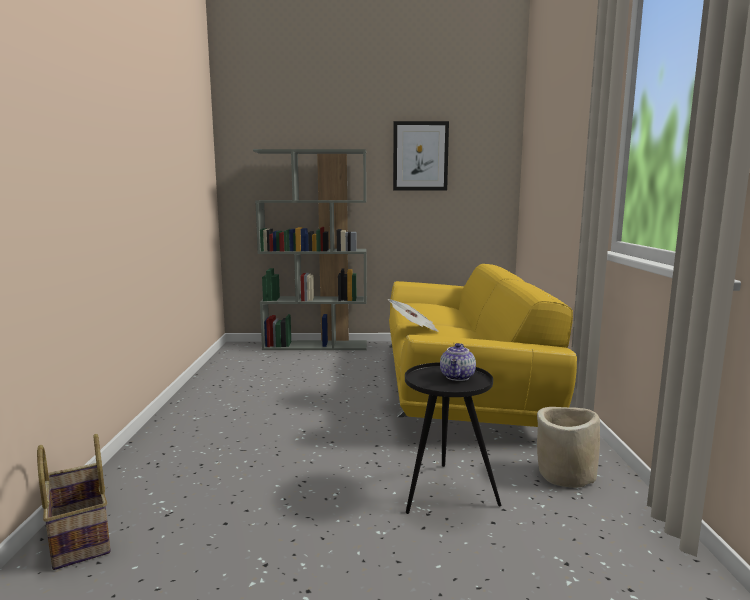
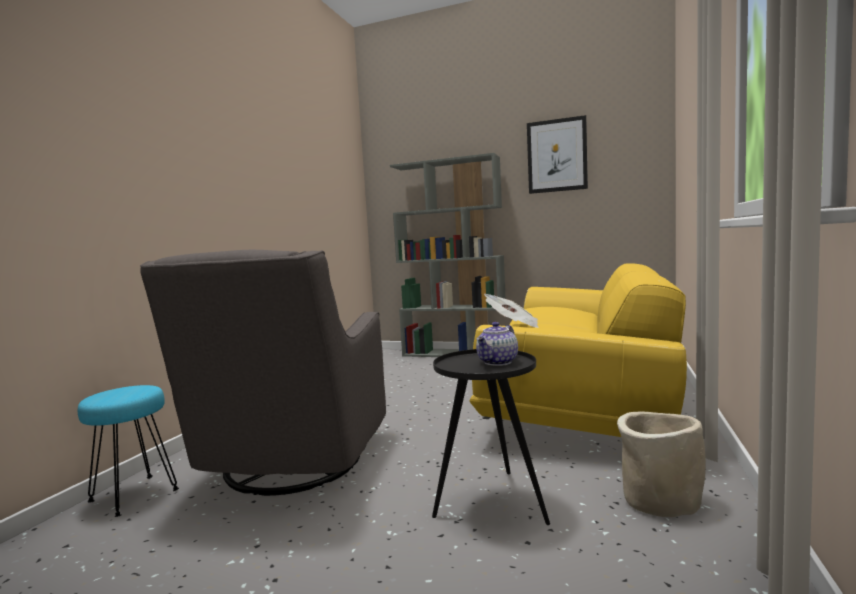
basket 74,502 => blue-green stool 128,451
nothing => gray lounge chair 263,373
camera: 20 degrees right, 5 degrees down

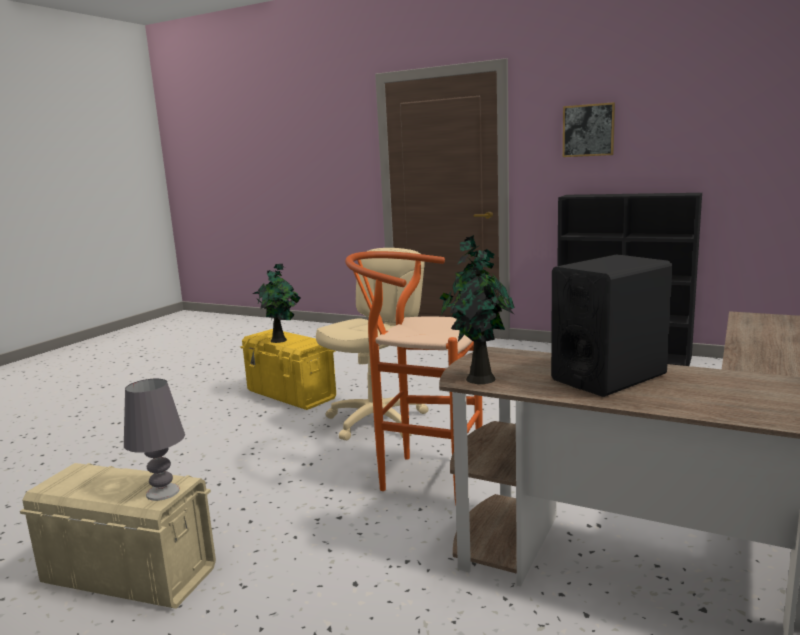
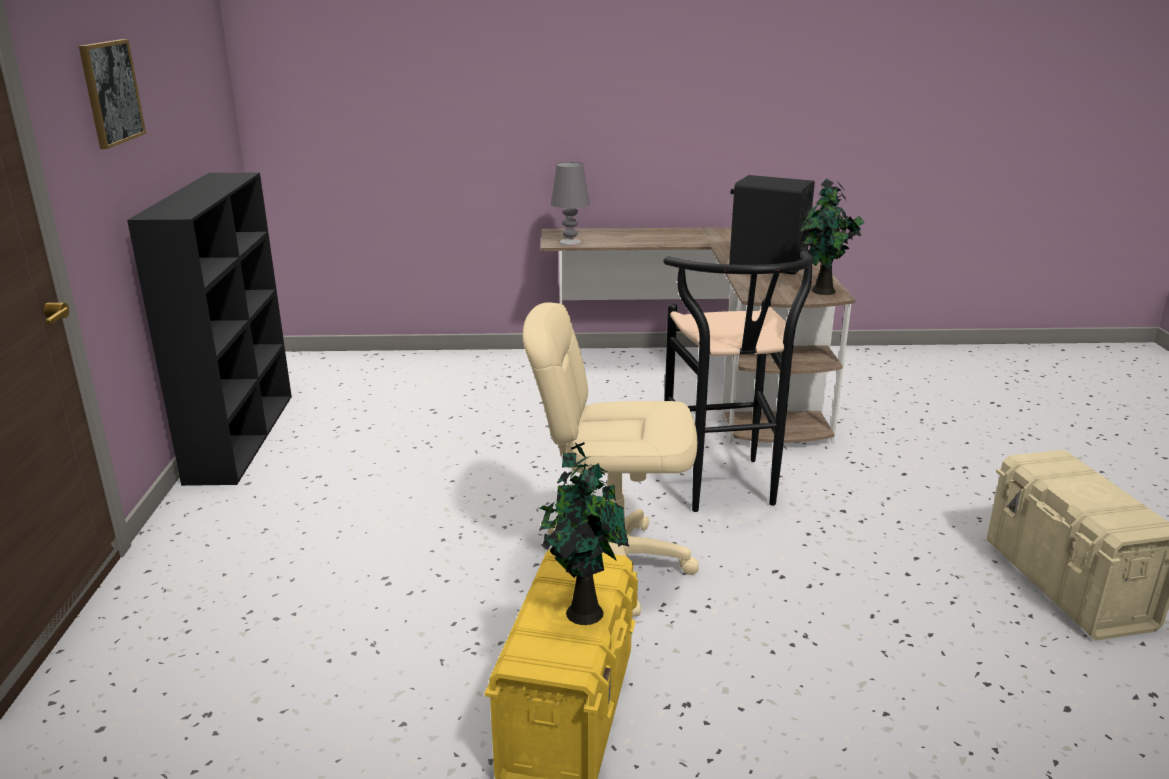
orange-coloured stool 413,378 => black stool 738,381
gray tabletop lamp 154,440 => gray tabletop lamp 570,203, move
camera: 120 degrees left, 10 degrees up

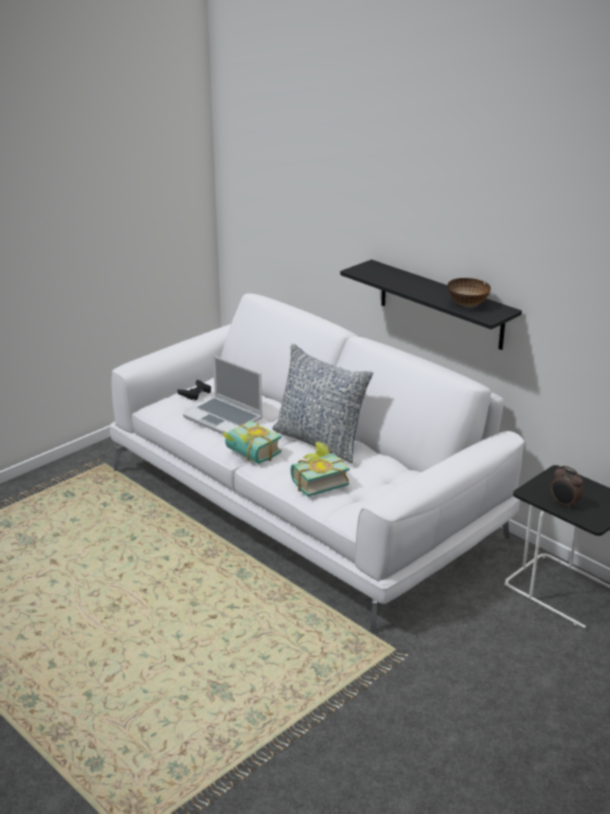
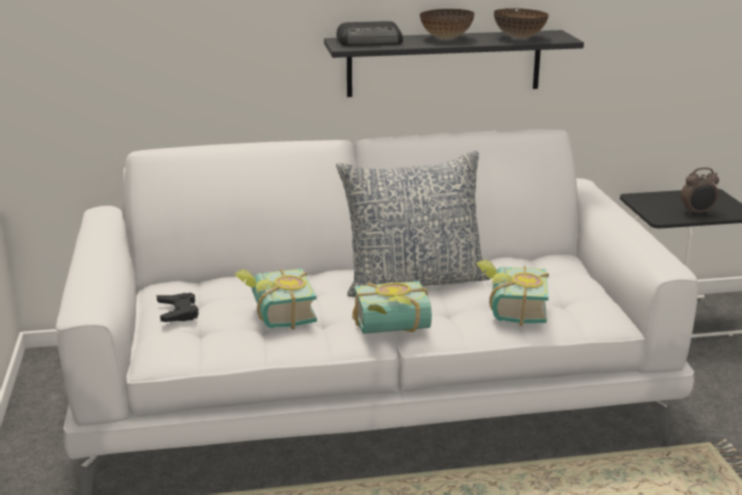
notebook computer 223,394 => bound book 276,299
nothing => deep dish 447,24
nothing => radio set 369,33
camera: 55 degrees left, 5 degrees down

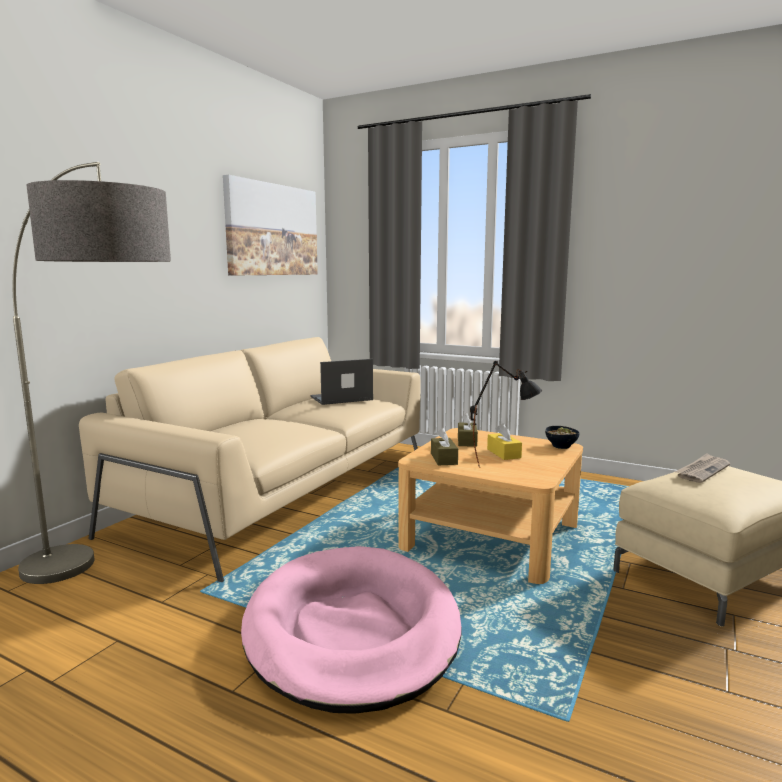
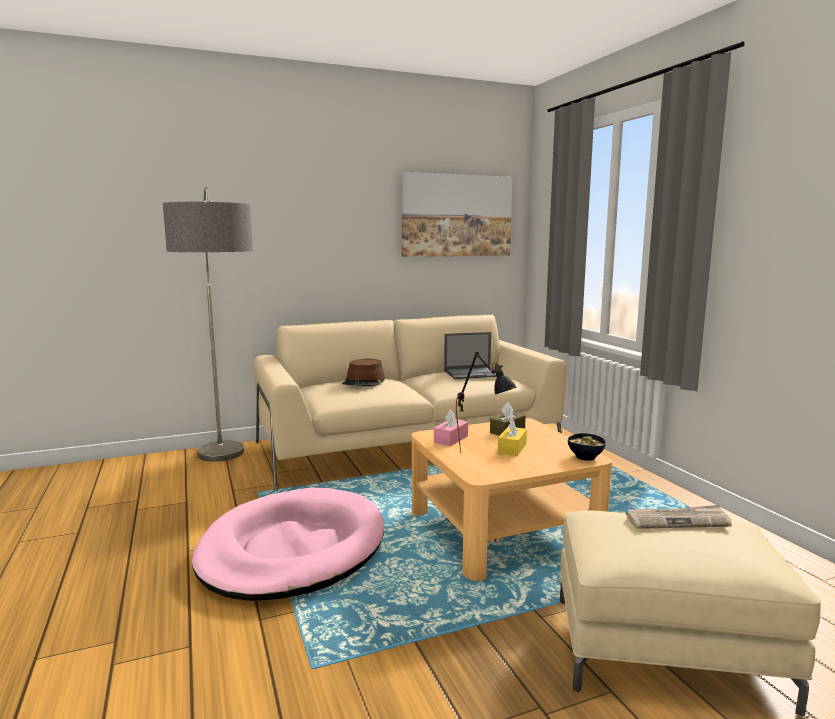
notebook computer 341,382 => notebook computer 470,355, 150 degrees clockwise
brown tissue holder 444,446 => pink tissue holder 451,427
nothing => brown wearable hat 363,372
camera: 40 degrees right, 0 degrees up

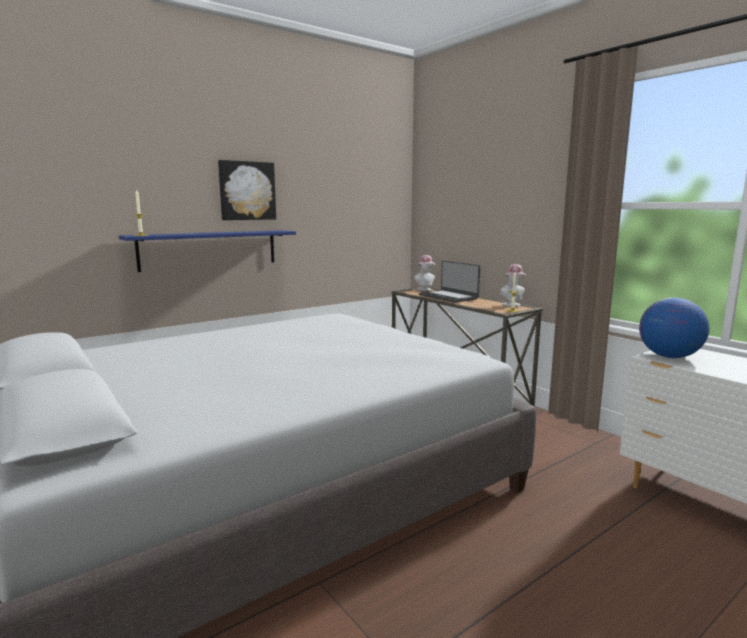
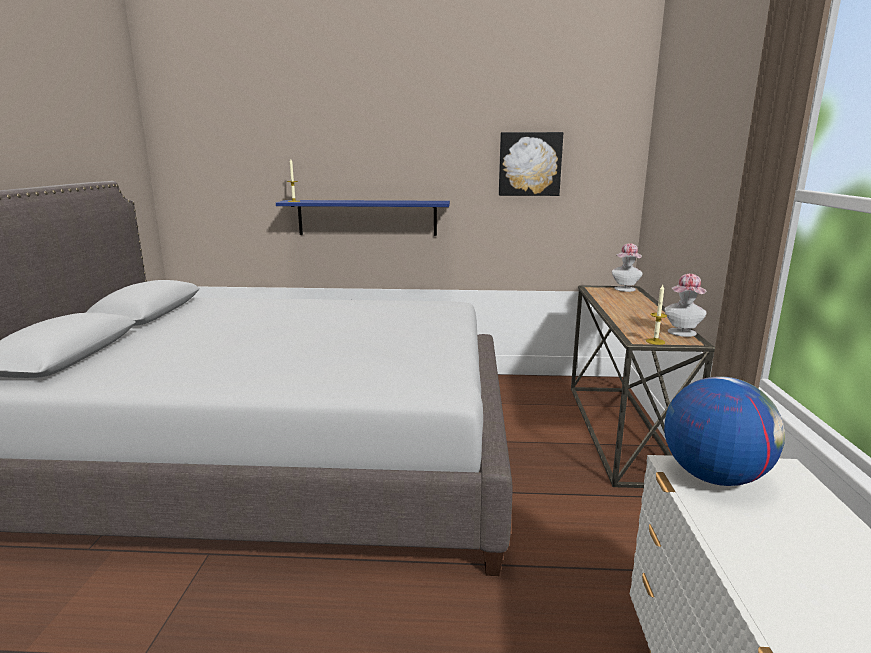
wall picture 247,190 => wall picture 531,164, move
notebook computer 449,282 => nothing
camera: 40 degrees right, 5 degrees up

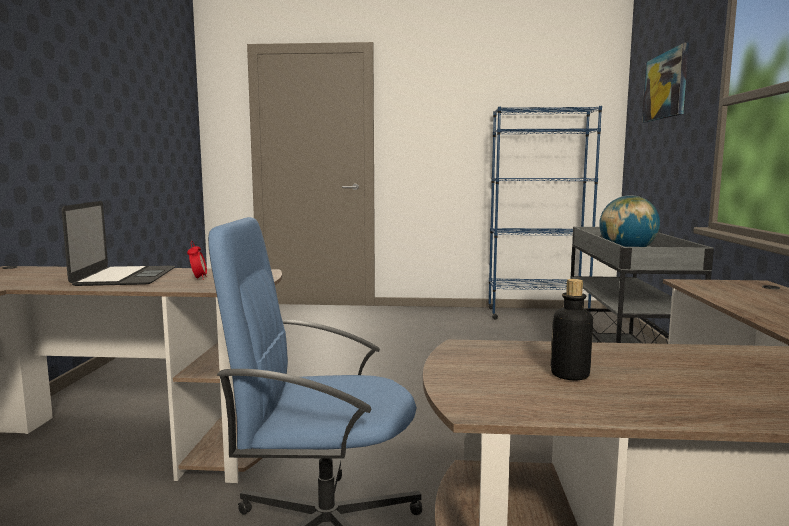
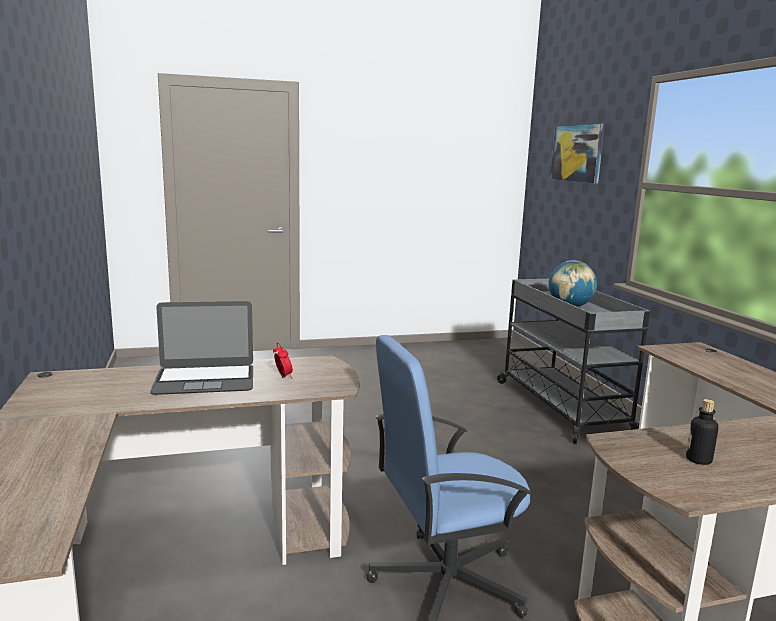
blue-coloured shelving unit 545,213 => nothing
notebook computer 119,243 => notebook computer 201,348, 105 degrees clockwise
camera: 20 degrees left, 5 degrees up

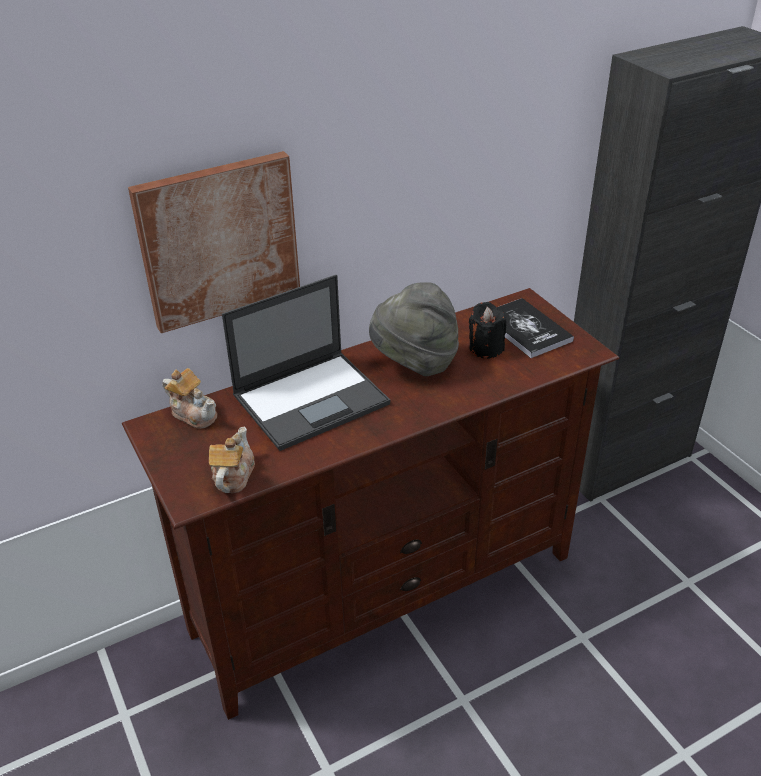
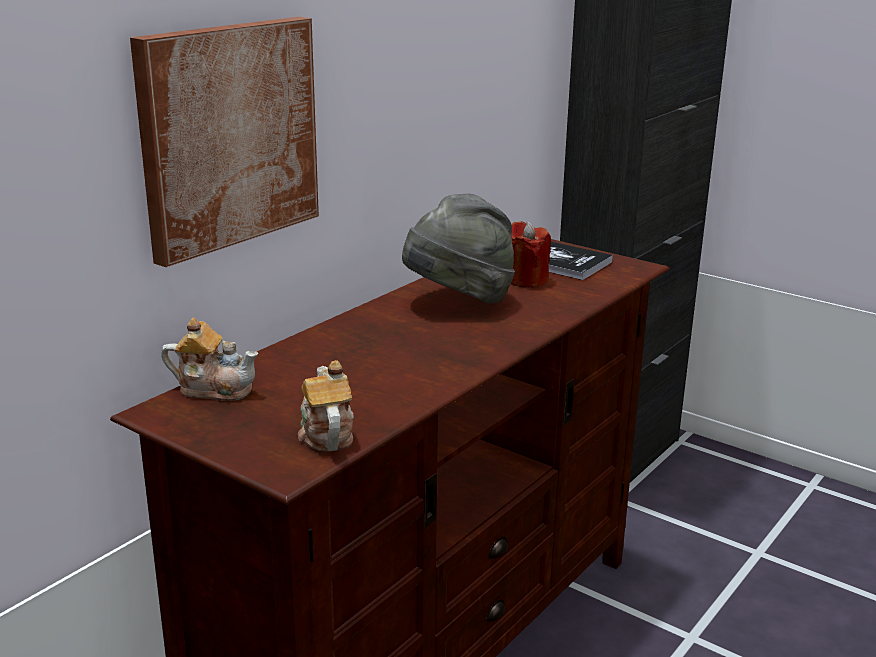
notebook computer 306,363 => nothing
black wax candle 487,330 => reddish wax candle 531,254
camera: 25 degrees left, 15 degrees down

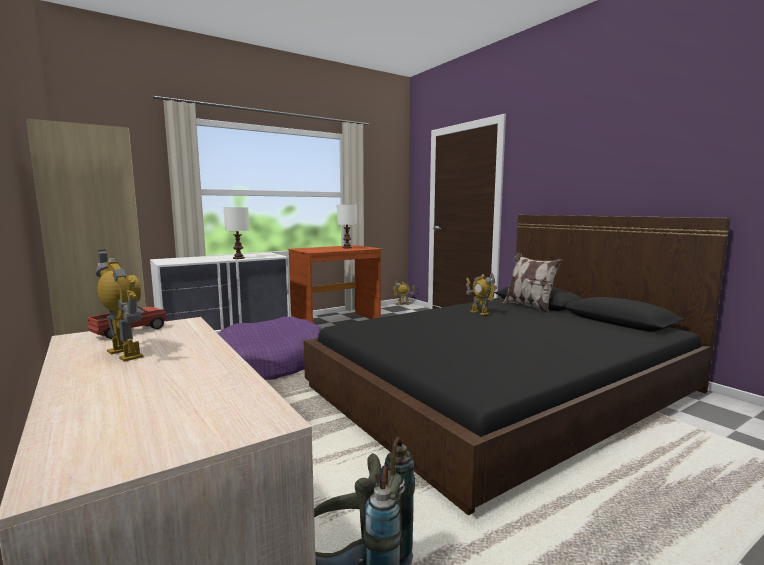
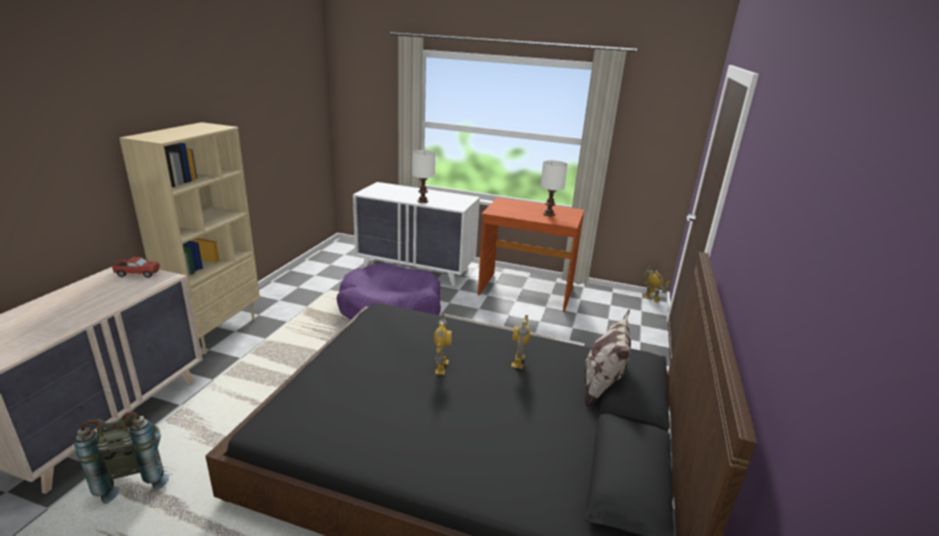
robot figure 120,305 => robot figure 443,343, move
camera: 50 degrees right, 15 degrees up

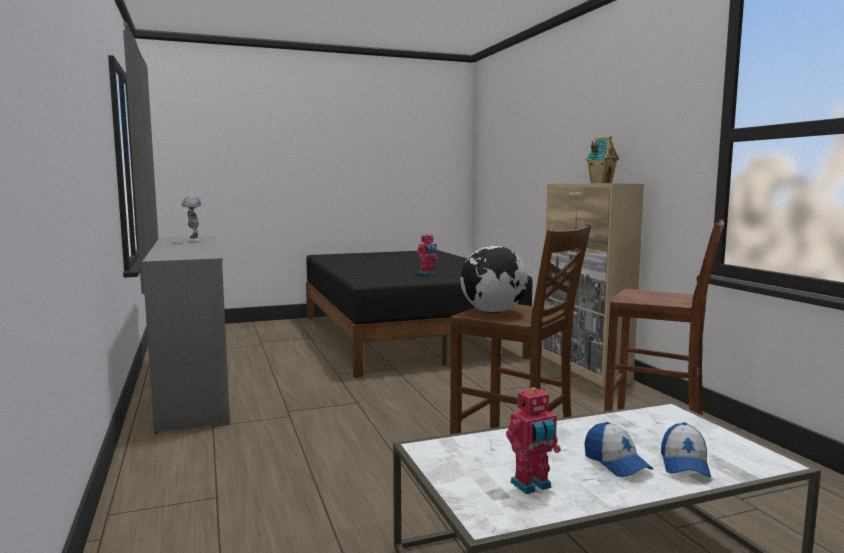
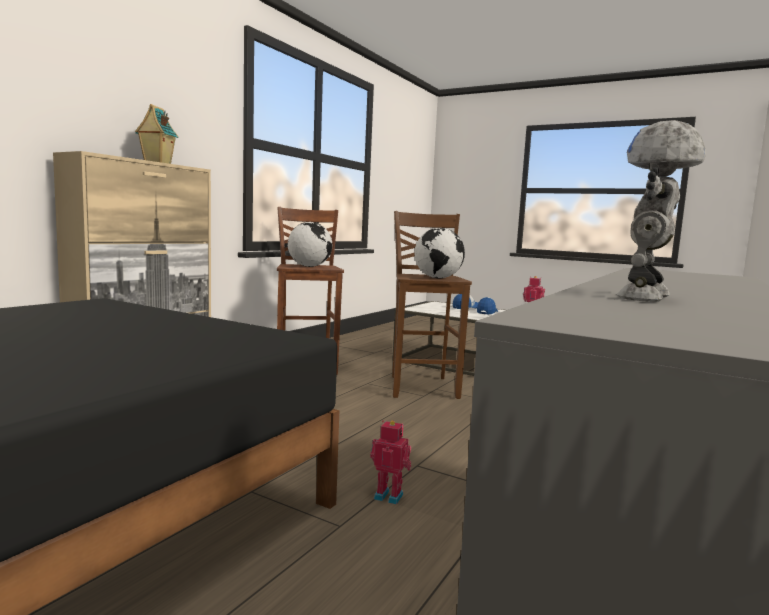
robot figure 427,254 => robot figure 390,462, move
nothing => globe 310,244
camera: 130 degrees left, 0 degrees up

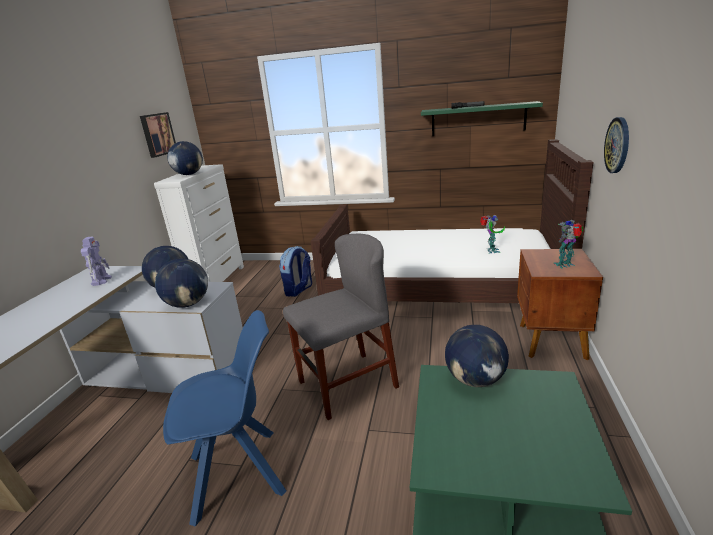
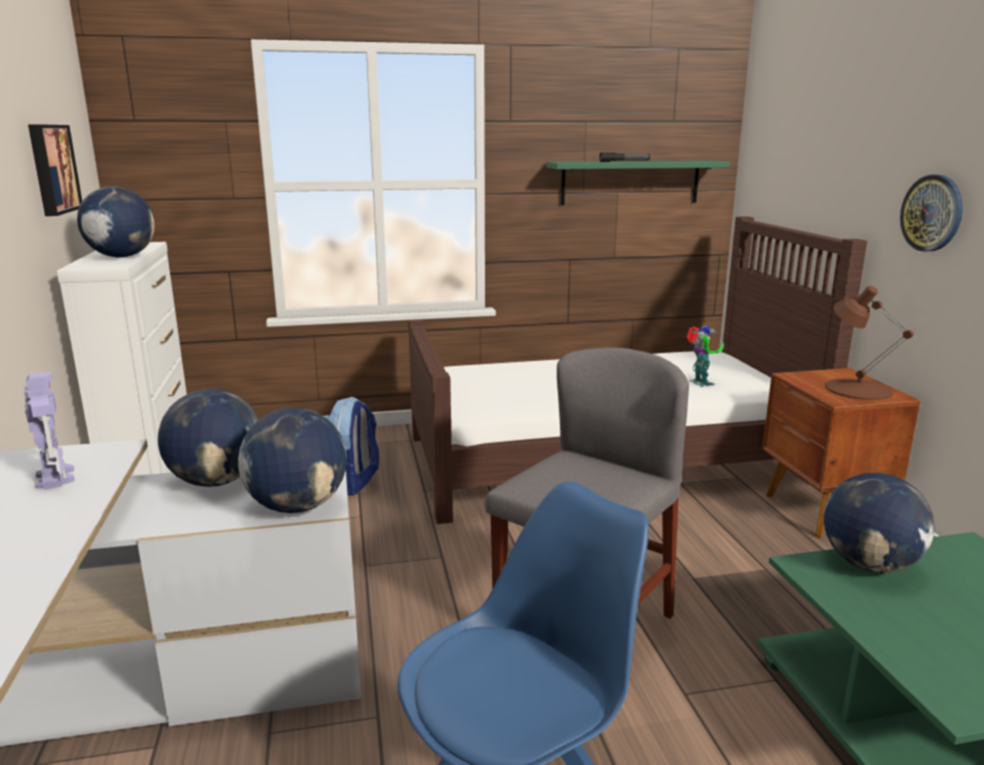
robot figure 568,244 => brown tabletop lamp 869,343
camera: 25 degrees left, 5 degrees down

